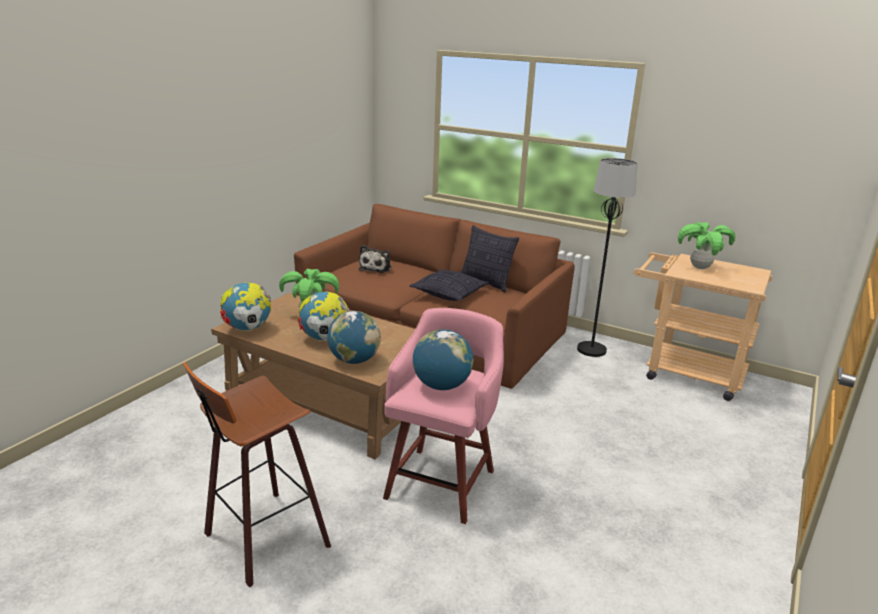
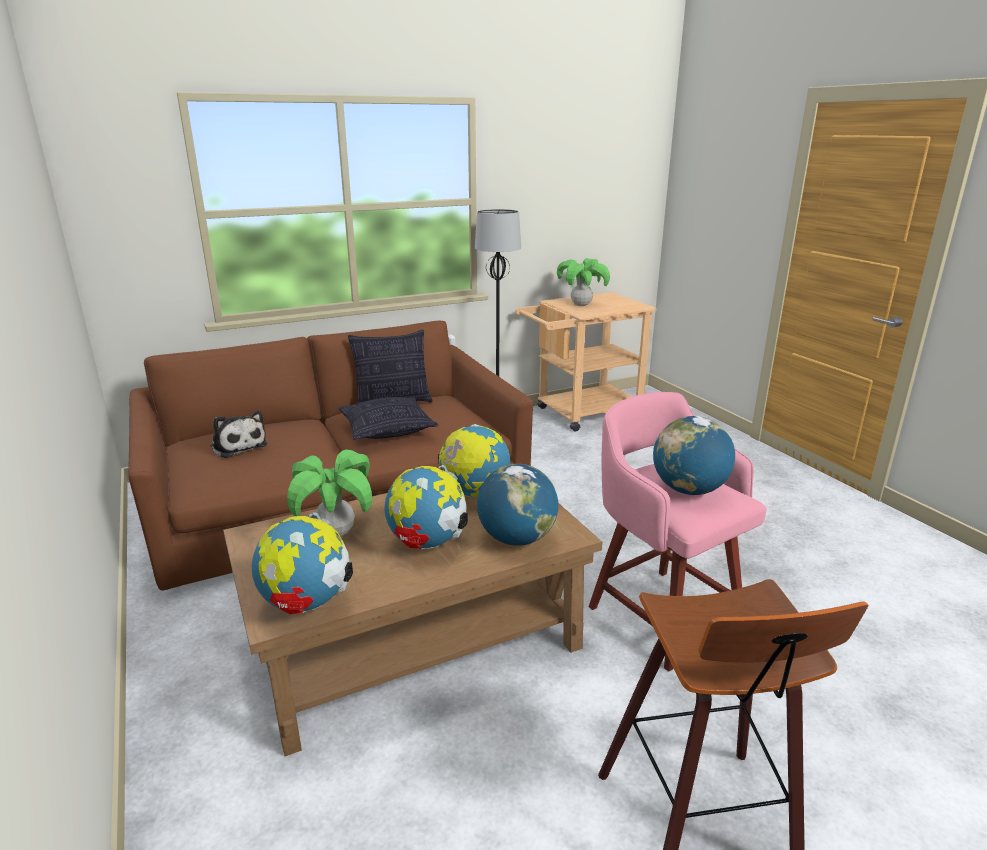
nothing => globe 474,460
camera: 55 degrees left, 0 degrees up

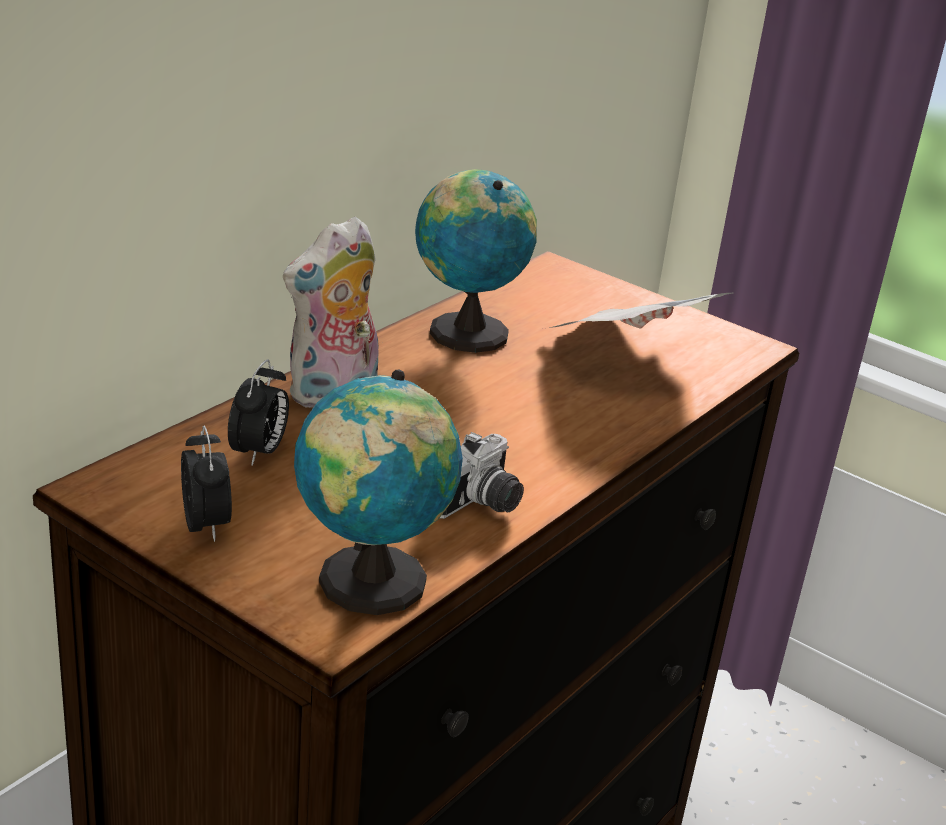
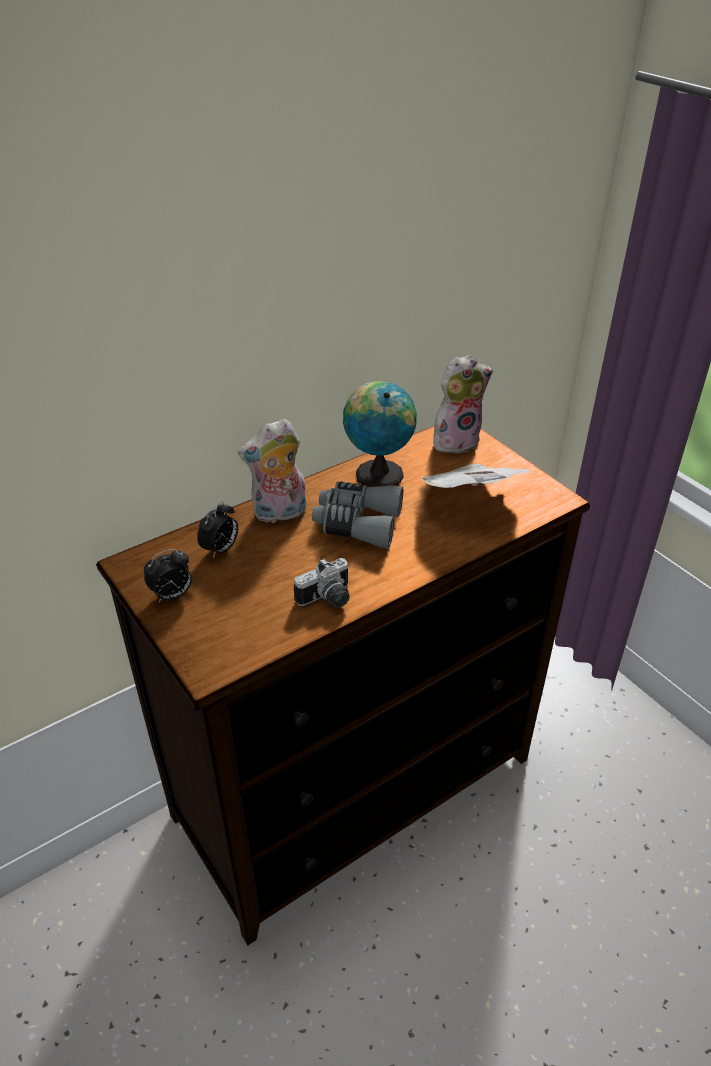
globe 378,492 => nothing
alarm clock 206,483 => alarm clock 168,575, 60 degrees clockwise
nothing => plush toy 463,405
nothing => gray field glasses 357,514
camera: 20 degrees right, 10 degrees up

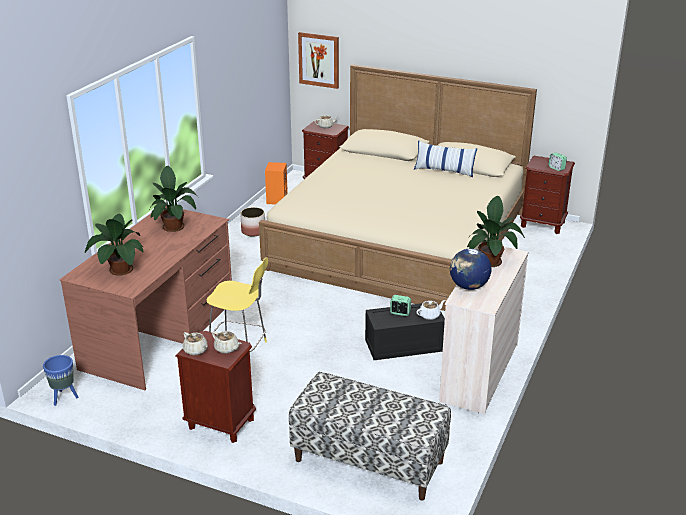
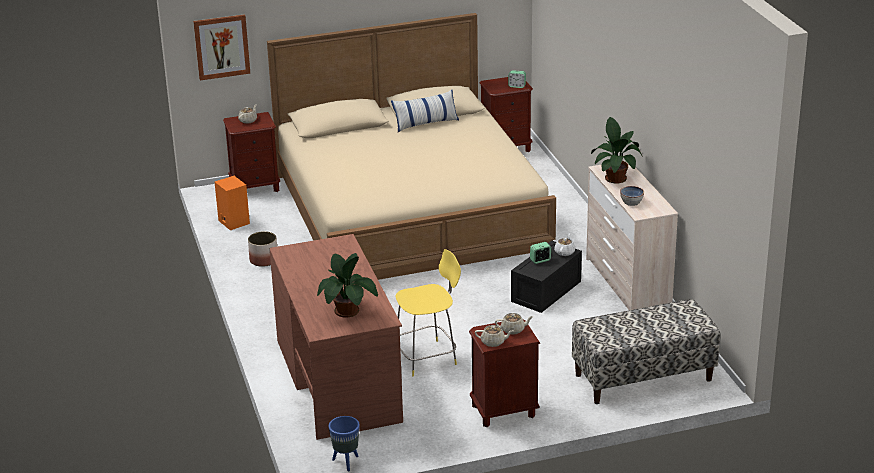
potted plant 174,199 => nothing
globe 470,269 => deep dish 632,196
camera: 40 degrees left, 0 degrees up

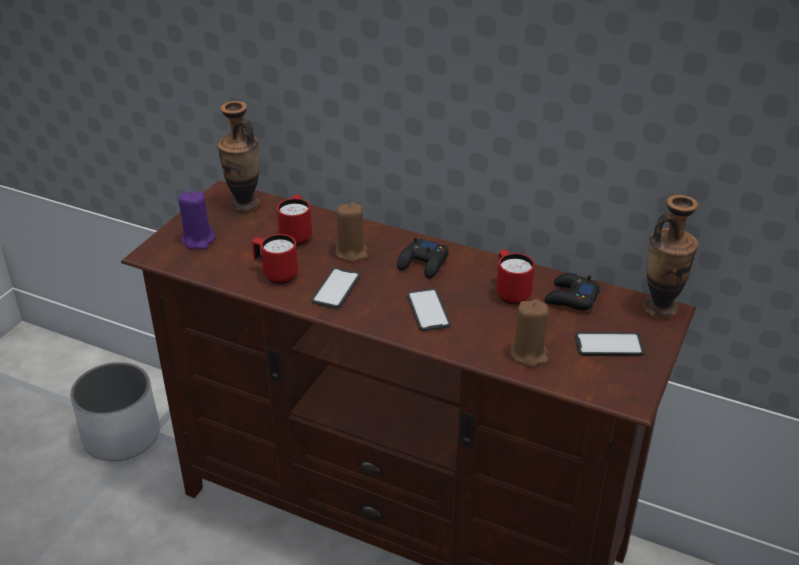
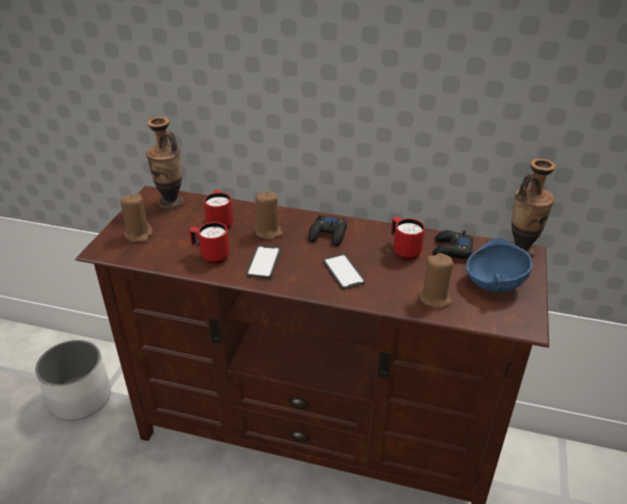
purplish wax candle 196,220 => brown wax candle 136,218
telephone 610,344 => blue-coloured deep dish 499,265
camera: 10 degrees left, 0 degrees up

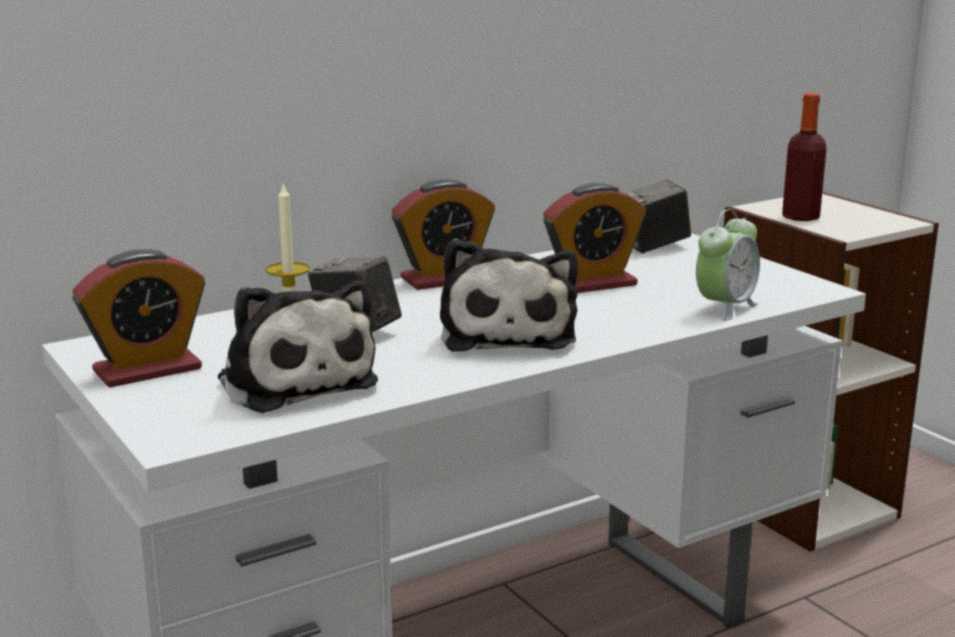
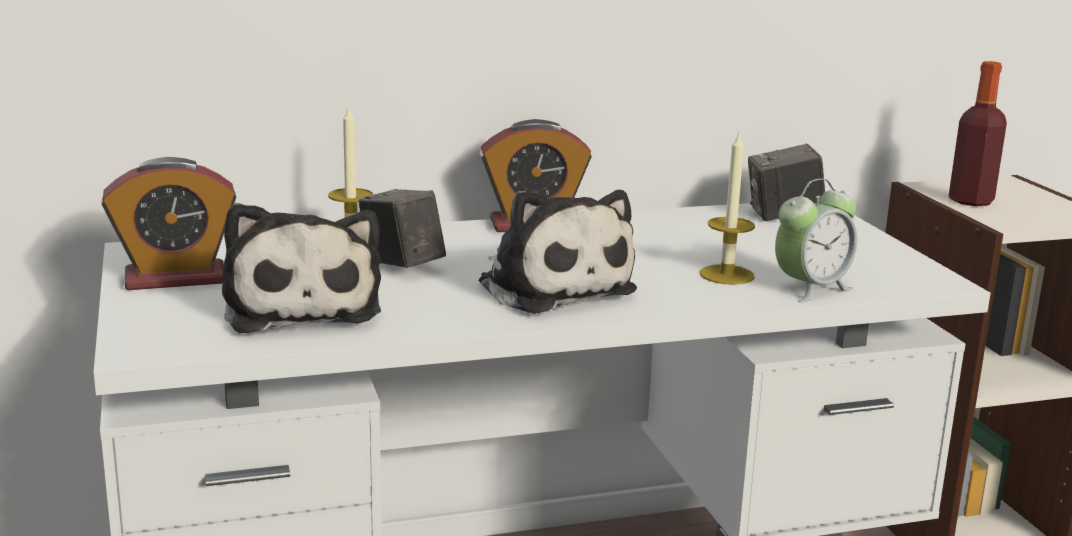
alarm clock 594,238 => nothing
plush toy 509,295 => plush toy 558,252, 45 degrees counterclockwise
nothing => wax candle 727,209
camera: 15 degrees right, 0 degrees up

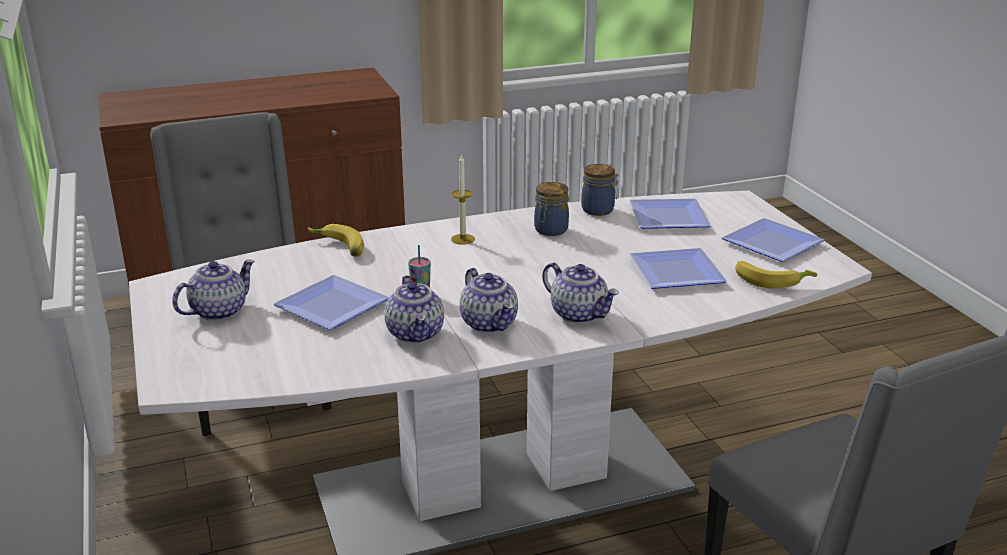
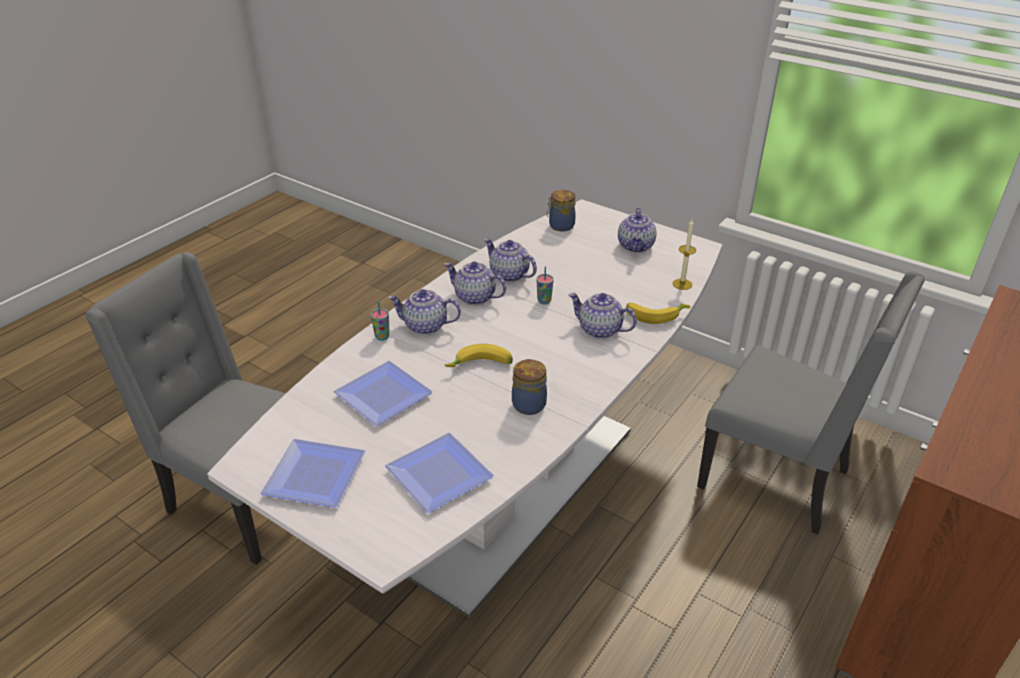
wax candle 463,199 => wax candle 684,255, move
jar 600,190 => jar 561,210, move
banana 776,274 => banana 479,355, move
plate 331,302 => nothing
nothing => teapot 602,316
nothing => small cup 380,321
camera: 145 degrees right, 10 degrees up

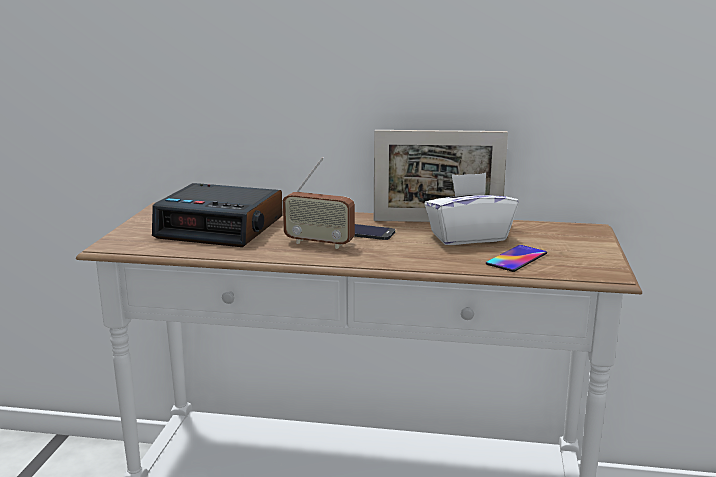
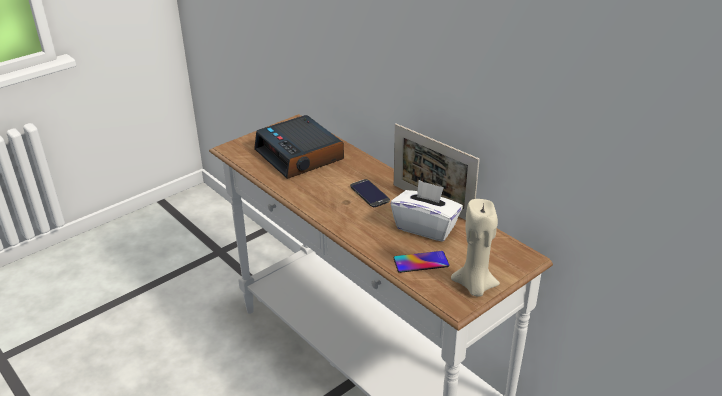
radio set 319,203 => nothing
nothing => beige wax candle 475,248
camera: 40 degrees right, 15 degrees up

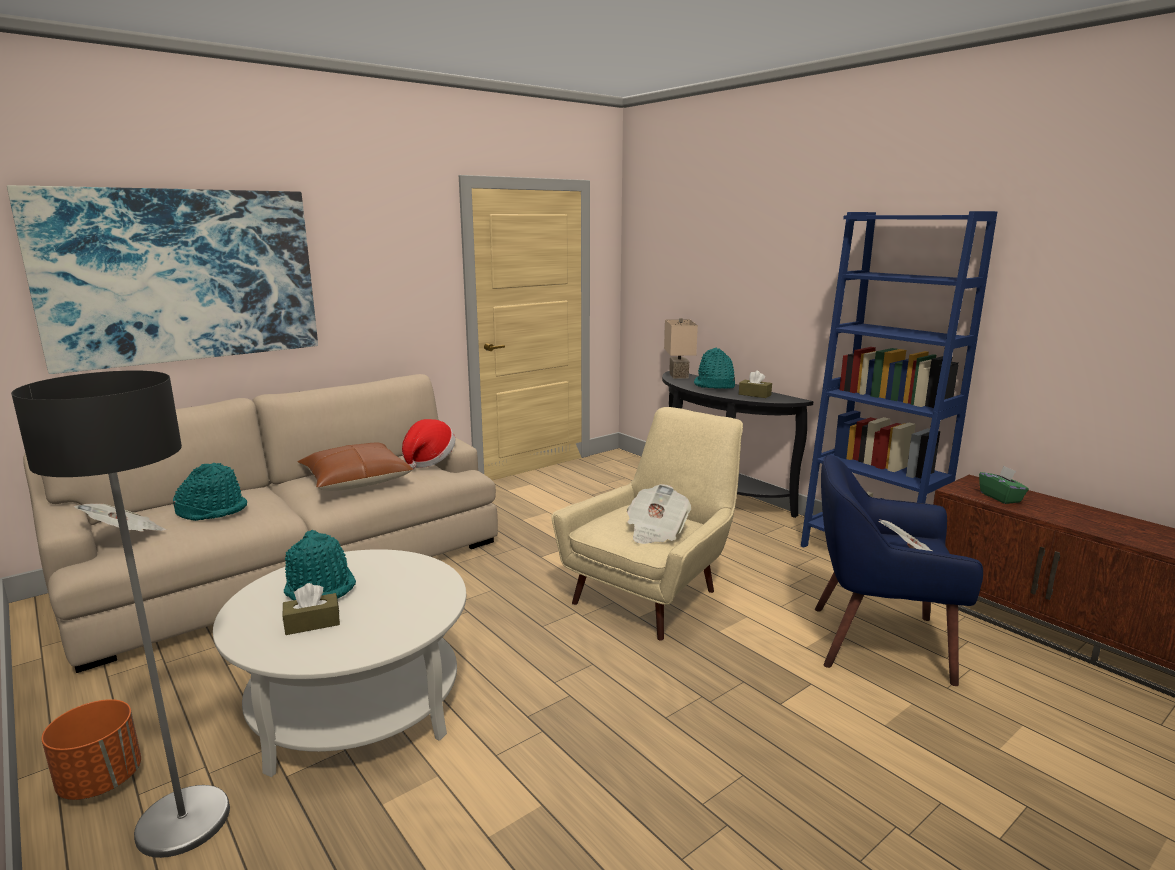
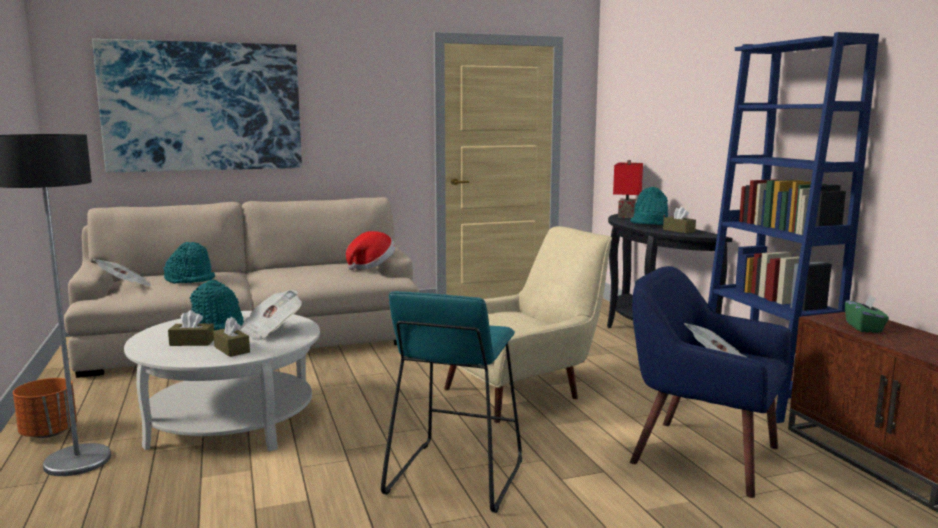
beige tabletop lamp 681,348 => reddish tabletop lamp 628,189
brown pillow 355,466 => nothing
daily paper 658,514 => daily paper 271,314, move
nothing => blue-green stool 451,402
nothing => brown tissue holder 231,337
camera: 20 degrees right, 5 degrees down

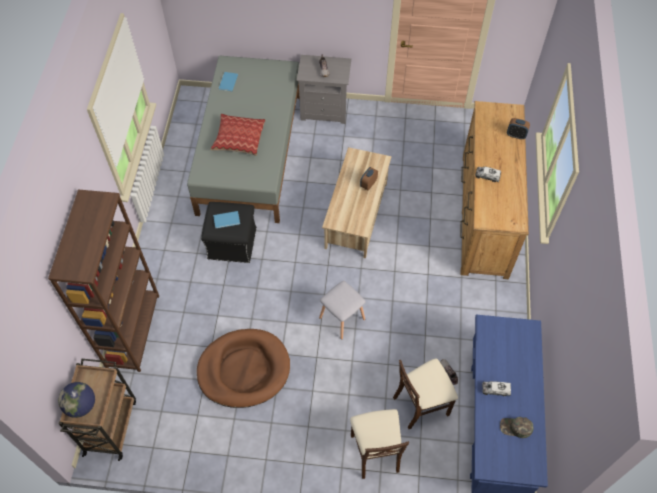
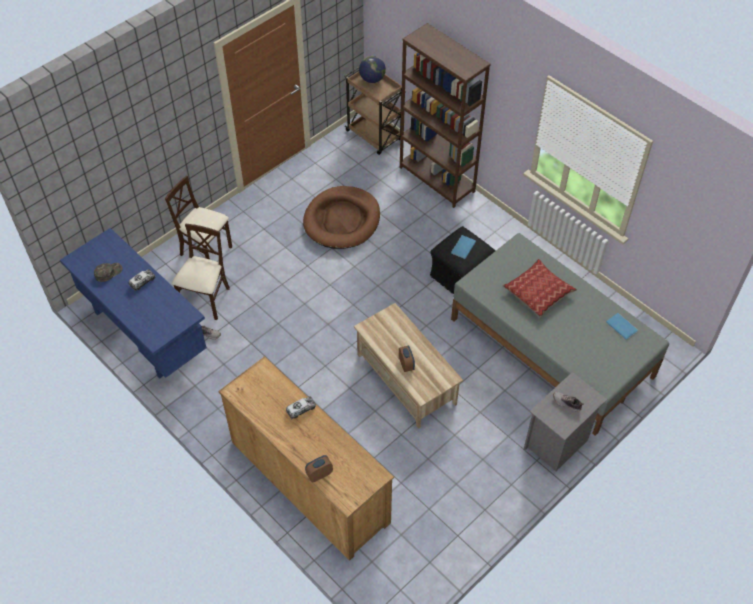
gray stool 342,310 => nothing
camera: 130 degrees right, 5 degrees down

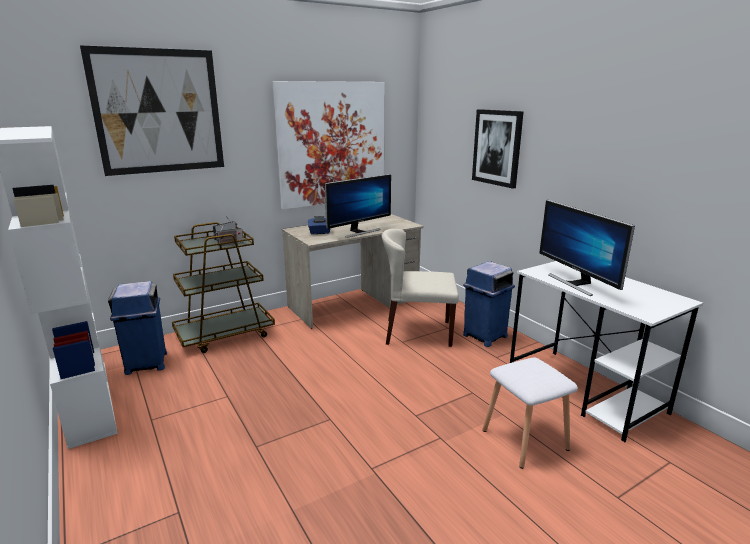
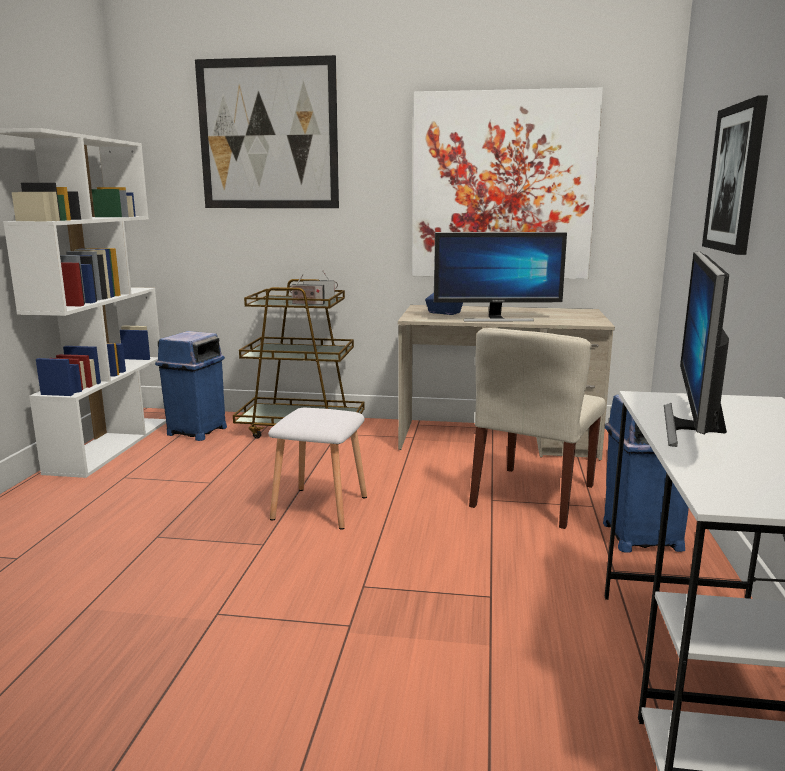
beige chair 420,288 => beige chair 537,428, 105 degrees counterclockwise
white stool 530,413 => white stool 317,469, move
camera: 40 degrees right, 5 degrees down

